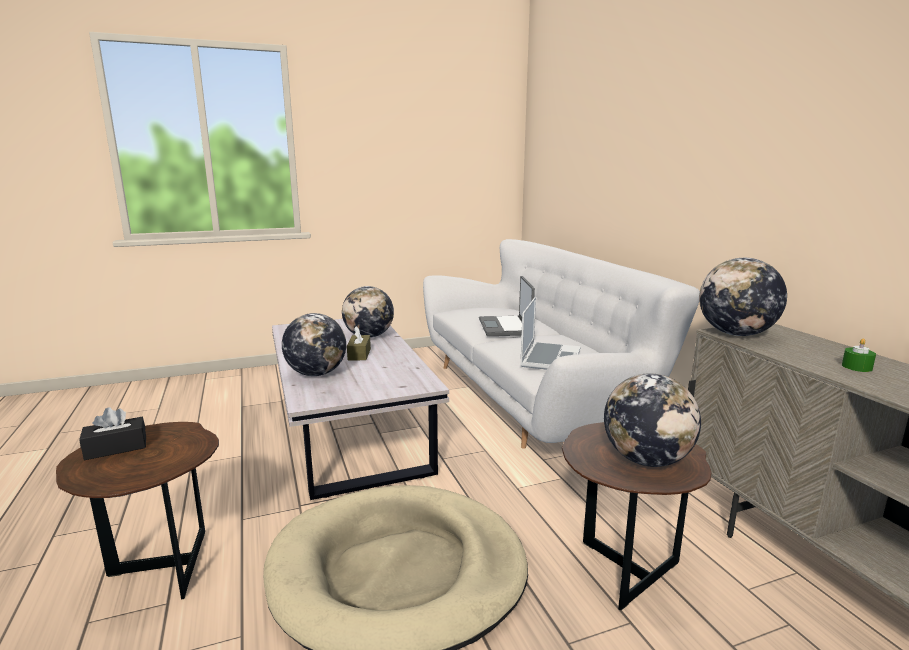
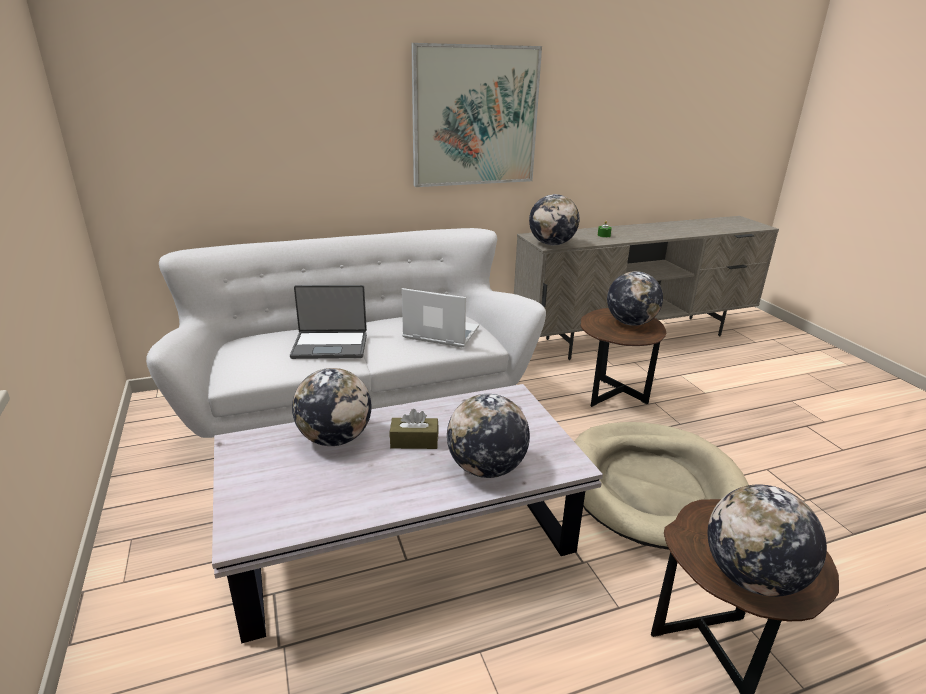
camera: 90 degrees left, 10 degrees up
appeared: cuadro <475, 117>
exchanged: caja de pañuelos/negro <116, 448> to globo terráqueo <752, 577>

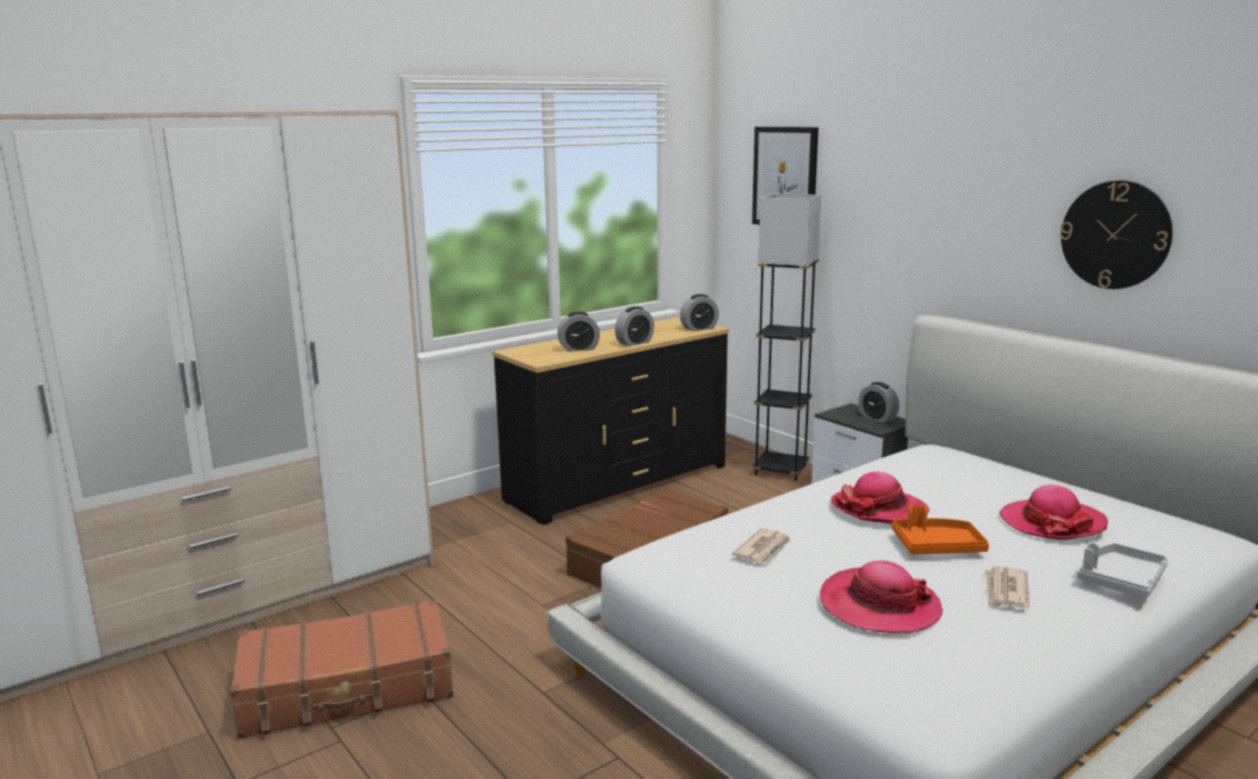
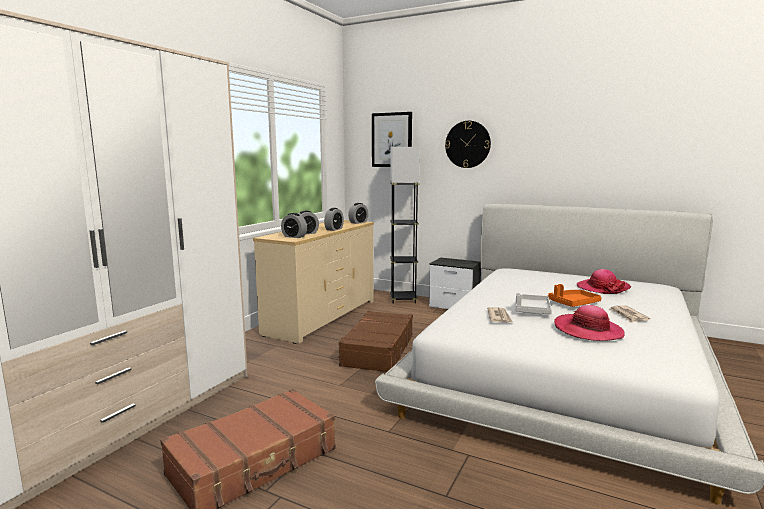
camera: 25 degrees left, 5 degrees down
missing: sombrero <879, 509>
relocated: reloj de pared <1115, 235> to <467, 144>; despertador <877, 418> to <294, 236>; bandeja/gris <1120, 580> to <532, 310>
colour: cómoda/negro <617, 483> to cómoda/beis <321, 317>

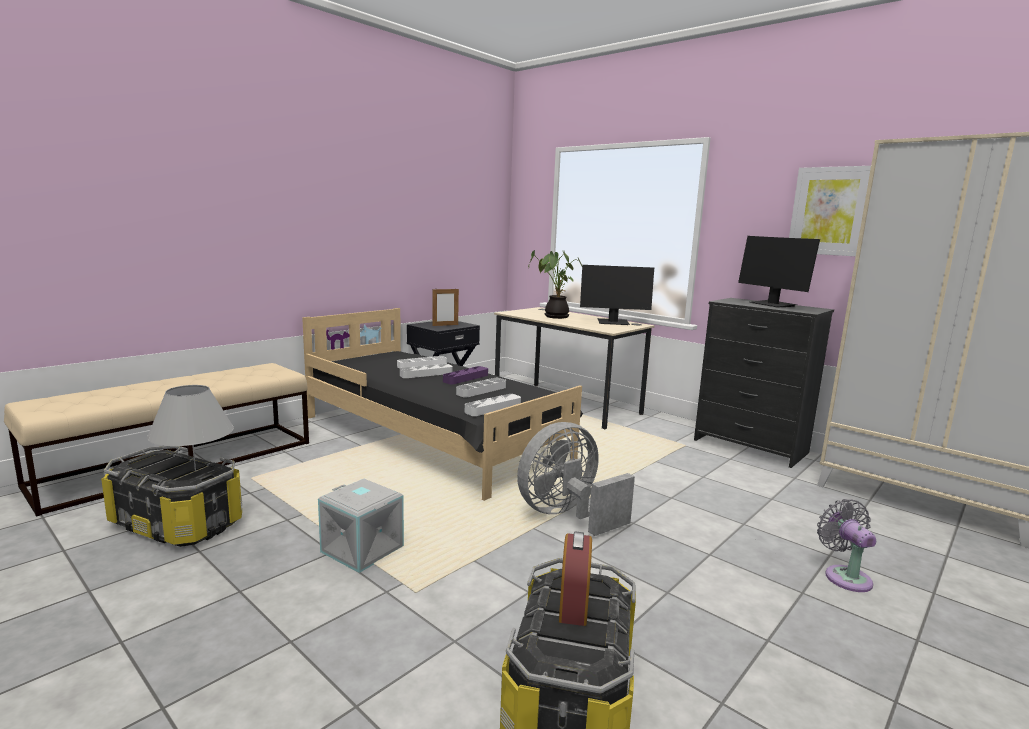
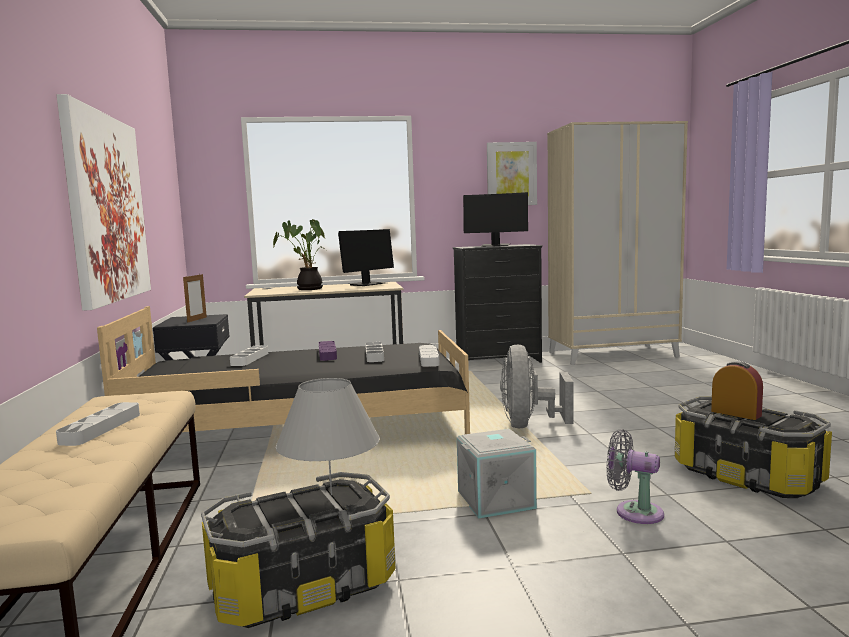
camera: 50 degrees left, 5 degrees down
appeared: cuadro <106, 208>
relocated: bandeja/gris <426, 374> to <101, 428>; ventilador/gris <845, 576> to <634, 512>

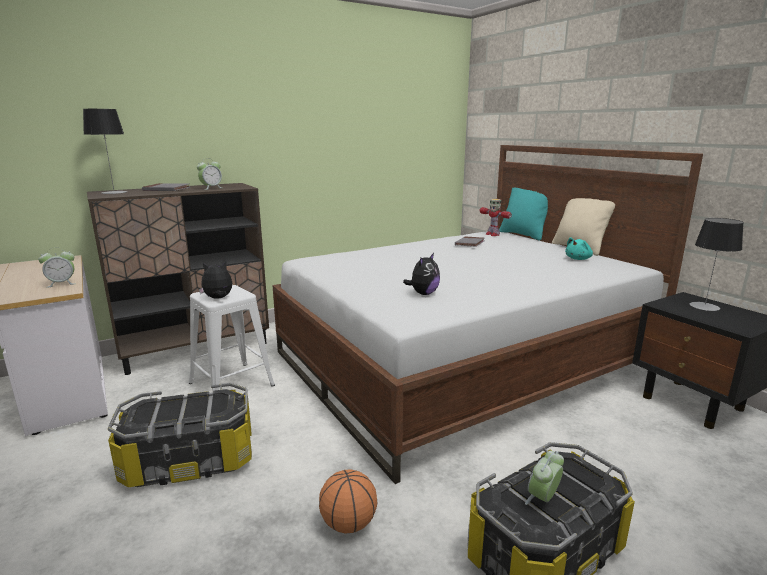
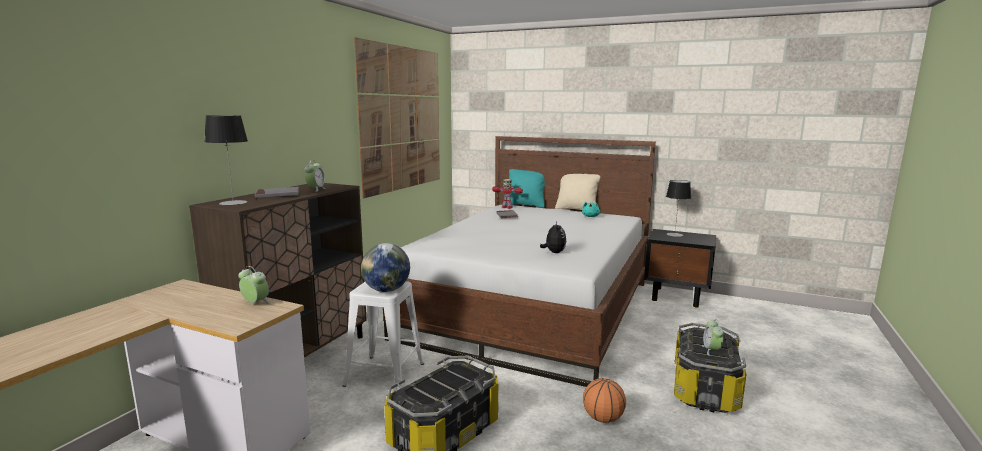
camera: 35 degrees left, 5 degrees down
appeared: cuadro <402, 119>
exchanged: peluche <218, 298> to globo terráqueo <386, 290>
spun: despertador <62, 283> = <255, 303> 90 degrees counterclockwise

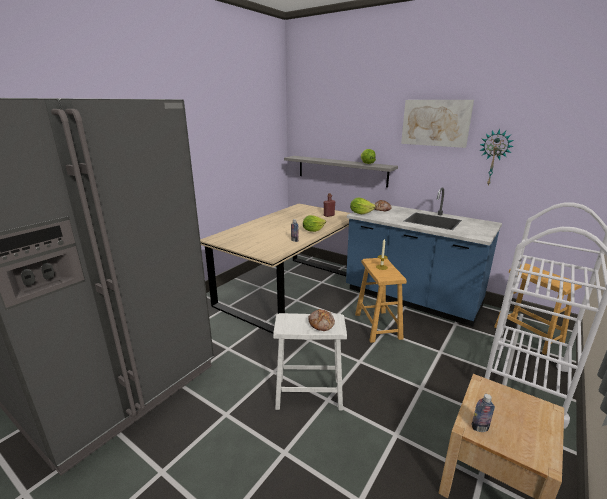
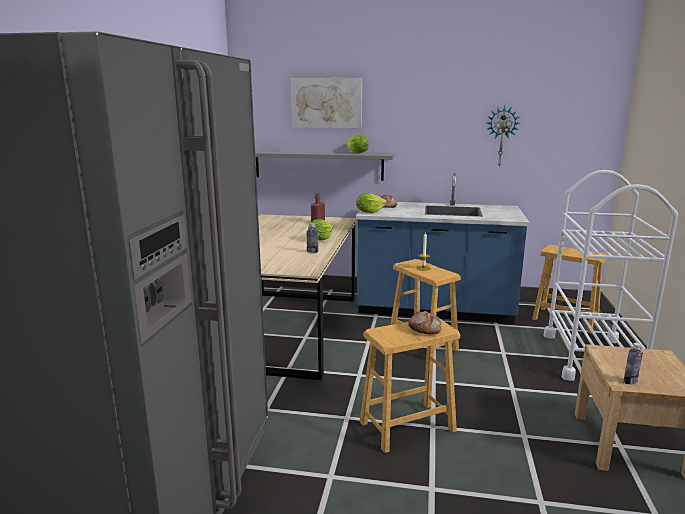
camera: 25 degrees left, 5 degrees down
relocated: cuadro <435, 123> to <326, 103>
colour: taburete/blanco <309, 393> to taburete/marrón <407, 426>

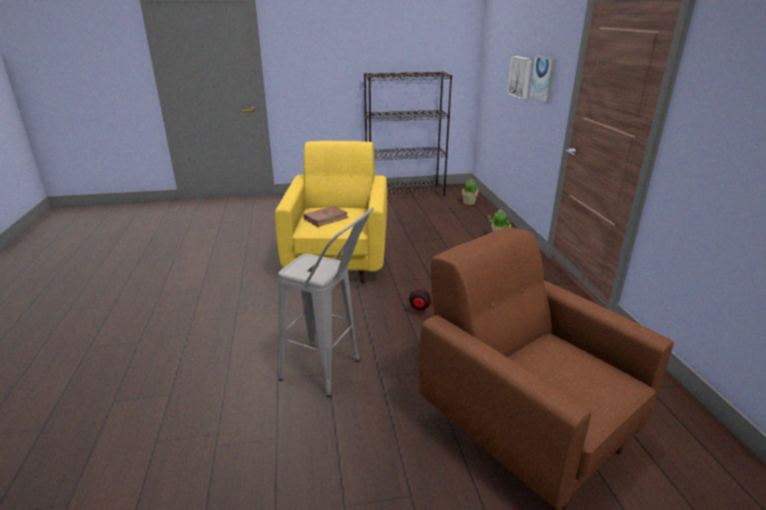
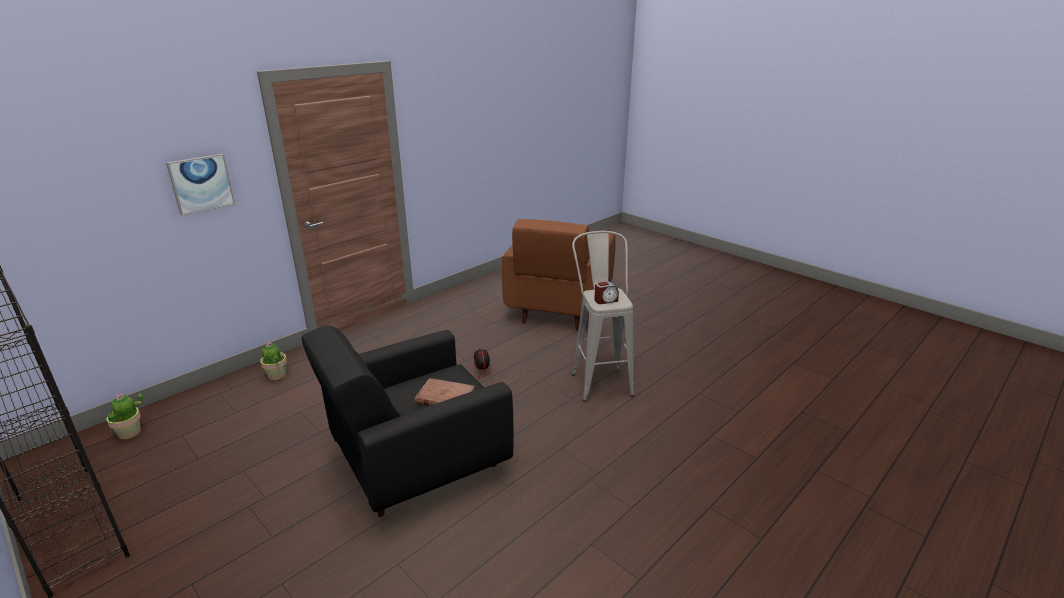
camera: 125 degrees left, 0 degrees up
missing: cuadro <521, 77>
appeared: despertador <605, 300>
colour: sillón/amarillo <339, 259> to sillón/negro <417, 466>

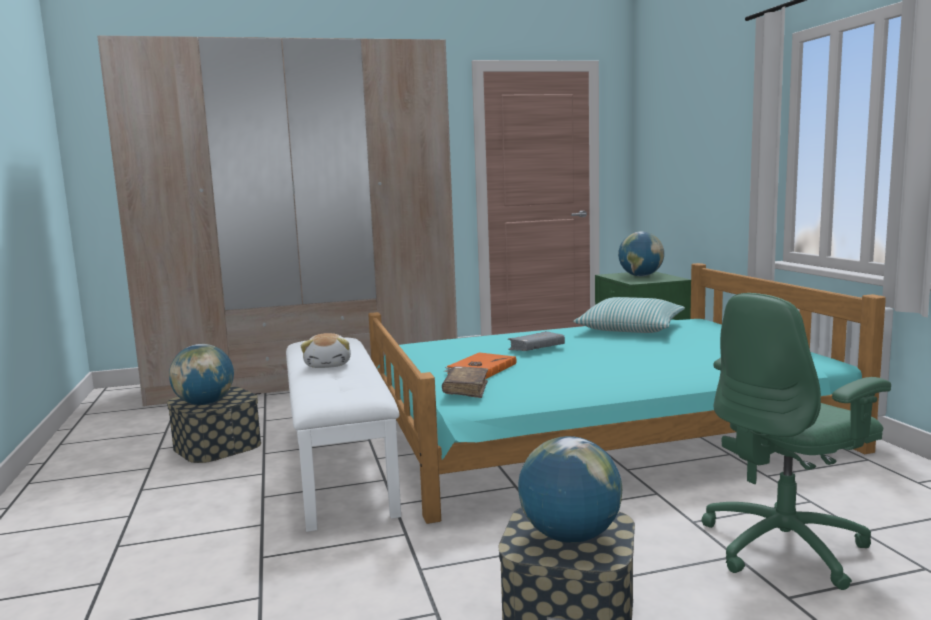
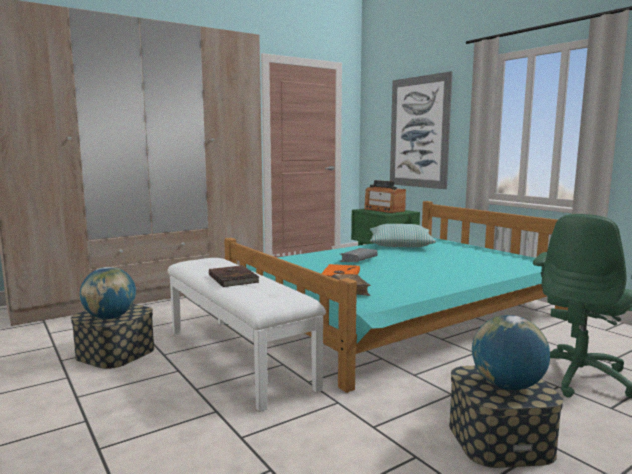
camera: 20 degrees left, 0 degrees up
appeared: cuadro <419, 132>
exchanged: globo terráqueo <641, 276> to radio <384, 210>; peluche <329, 365> to libro/marrón <234, 278>

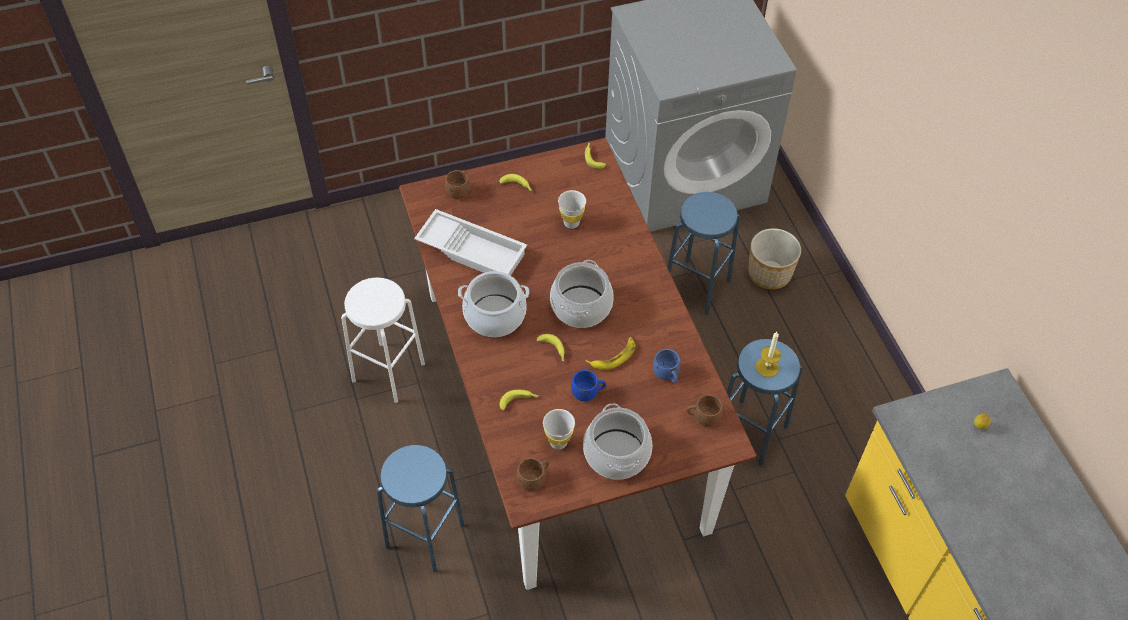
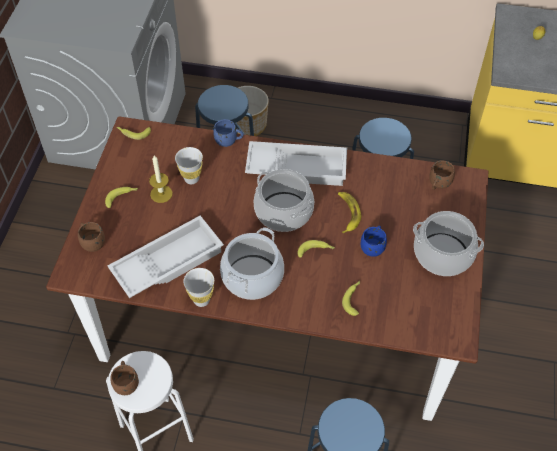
camera: 60 degrees left, 0 degrees up
appeared: bandeja/blanco <297, 167>
relocated: vela <767, 367> to <161, 194>; taza grande/azul <667, 375> to <229, 141>; taza/blanco <558, 442> to <201, 300>; taza grande/marrón <534, 479> to <126, 382>

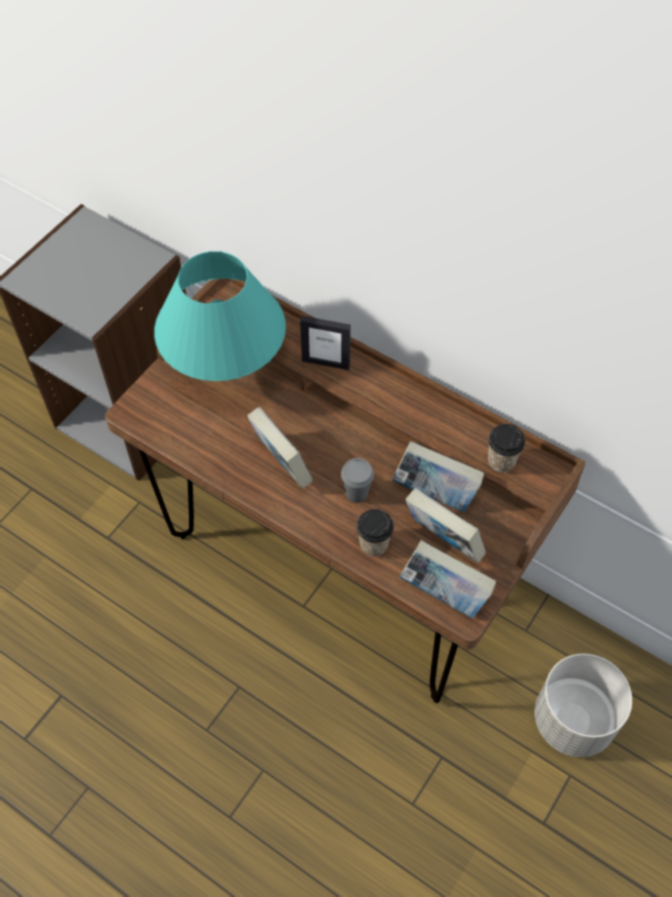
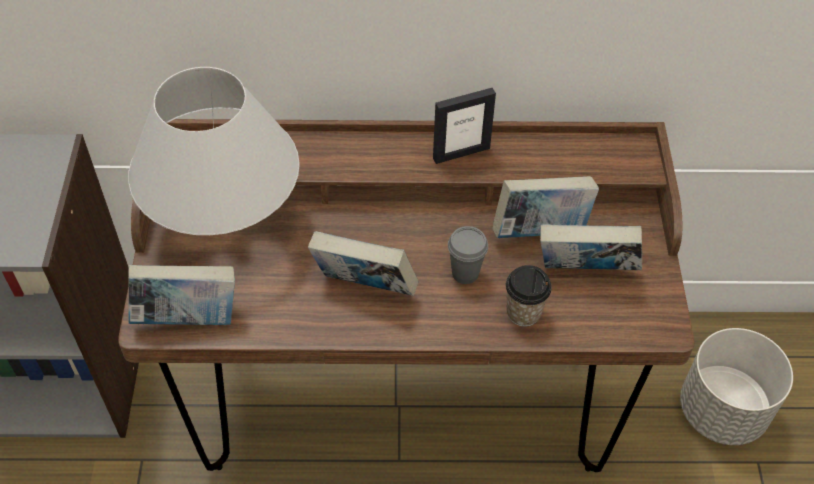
camera: 35 degrees left, 5 degrees down
missing: taza <501, 461>
relocated: portarretratos <326, 362> to <461, 153>; libro <444, 594> to <187, 319>
colour: lámpara de mesa/turquesa <226, 370> to lámpara de mesa/blanco <226, 225>

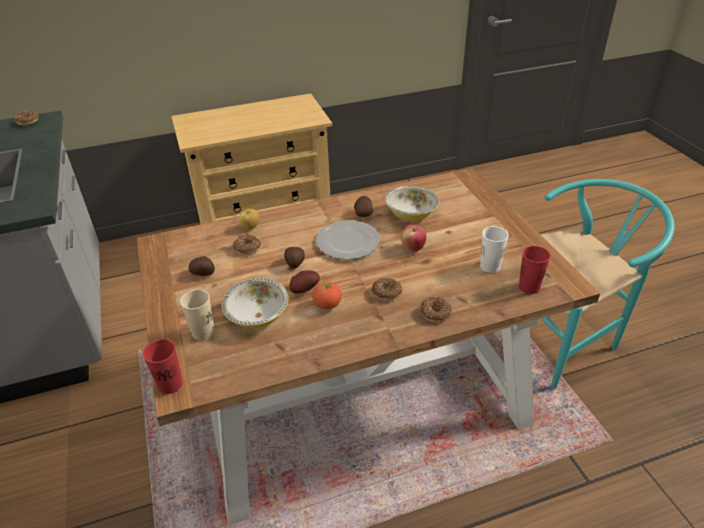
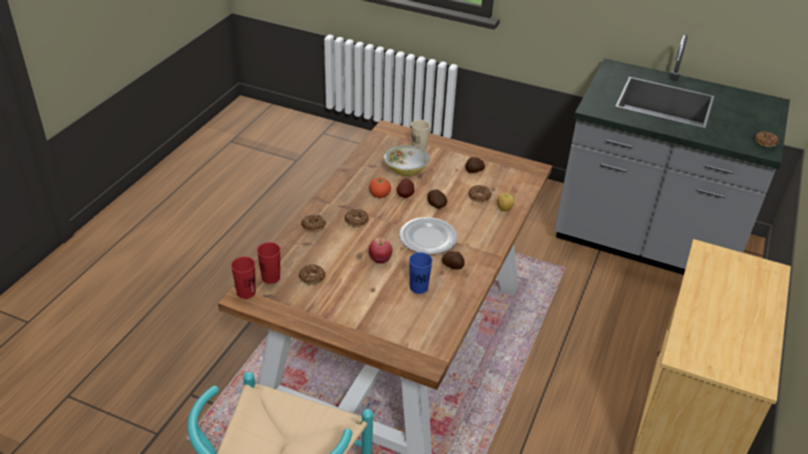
camera: 130 degrees right, 0 degrees up
relocated: taza/rojo <170, 384> to <246, 292>
exchanged: cuenco <411, 215> to taza/azul <418, 287>; taza/blanco <490, 266> to rosquilla <312, 278>

